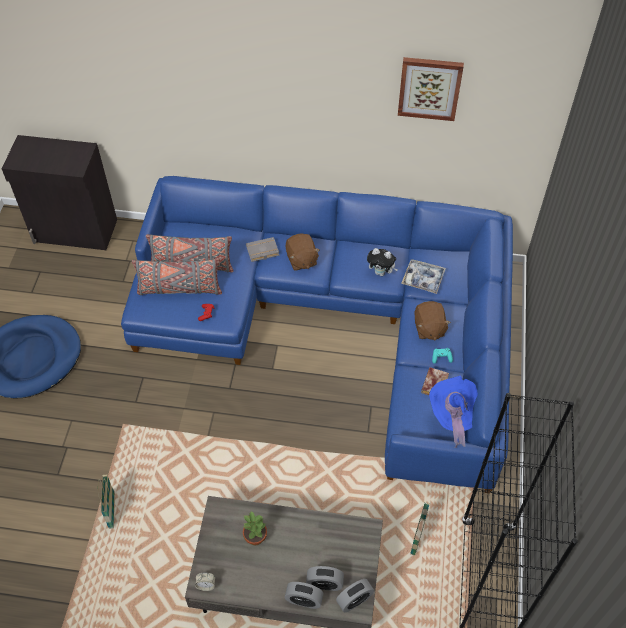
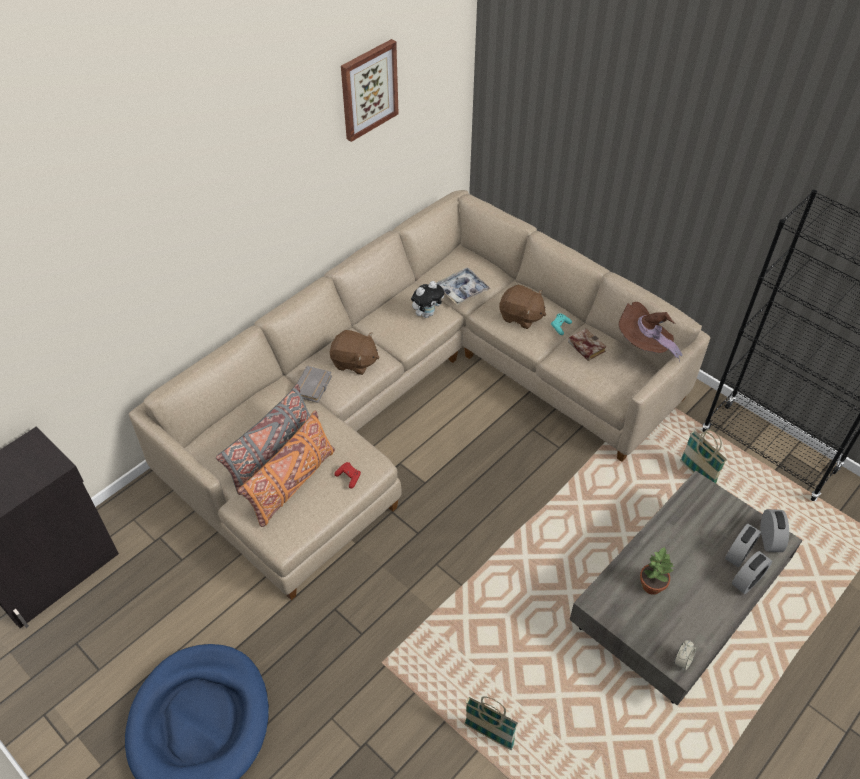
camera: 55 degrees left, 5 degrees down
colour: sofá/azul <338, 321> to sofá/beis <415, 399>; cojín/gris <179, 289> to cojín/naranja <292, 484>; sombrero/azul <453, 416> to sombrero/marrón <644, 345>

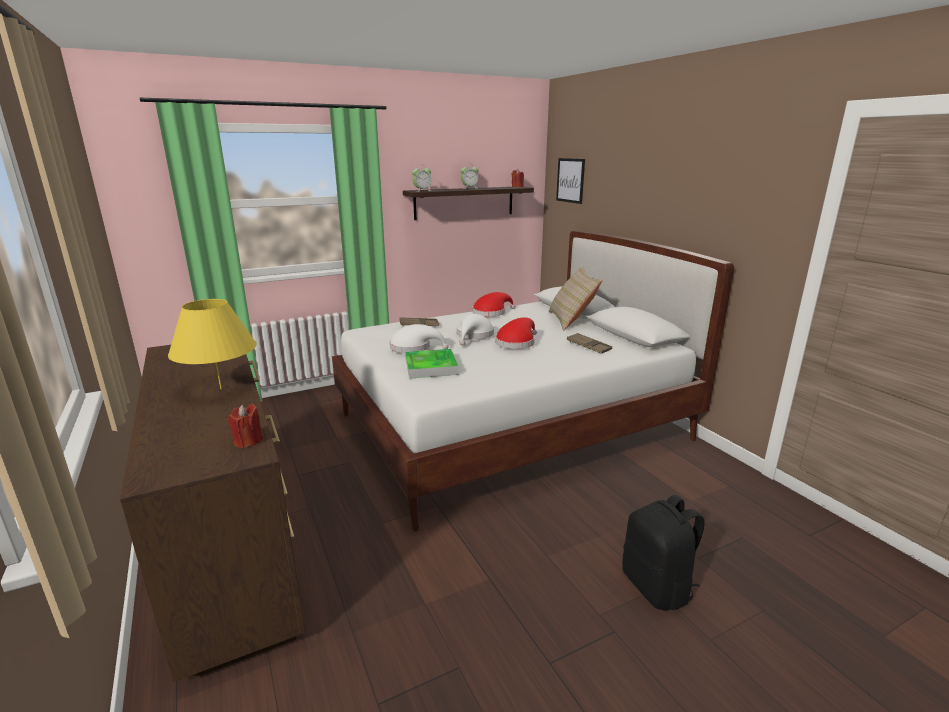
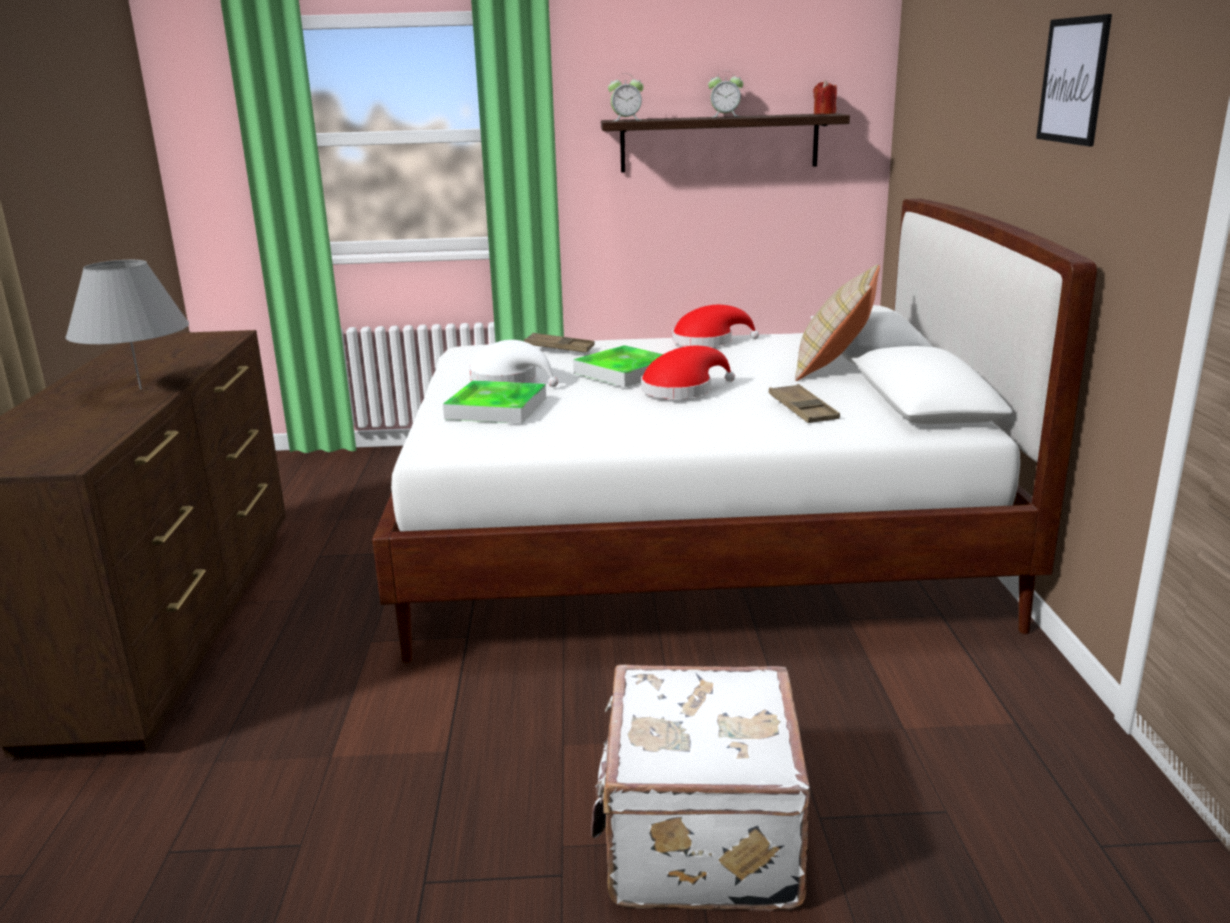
camera: 25 degrees right, 0 degrees up
missing: vela/rojo <248, 441>
relocated: cuadro <570, 180> to <1073, 80>
exchanged: sombrero/blanco <474, 335> to bandeja <624, 372>; mochila/negro <657, 587> to maleta/blanco <698, 838>
colour: lámpara de mesa/amarillo <221, 389> to lámpara de mesa/gris <140, 389>

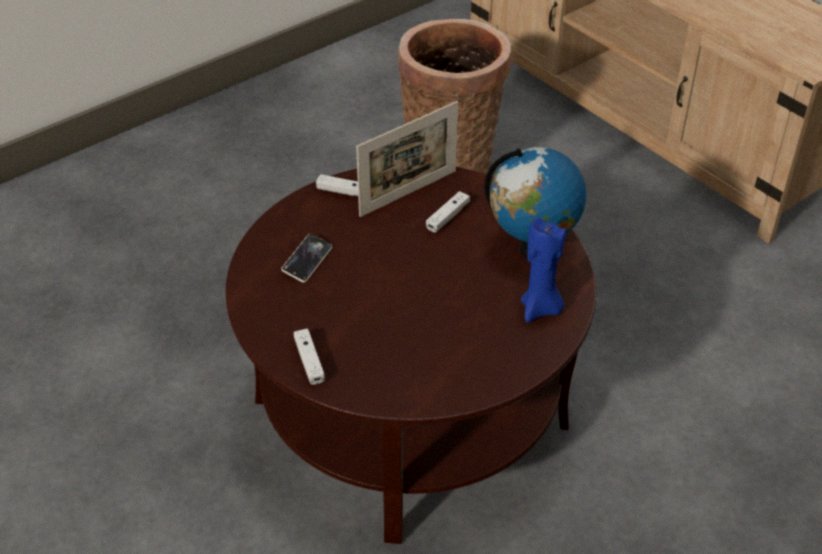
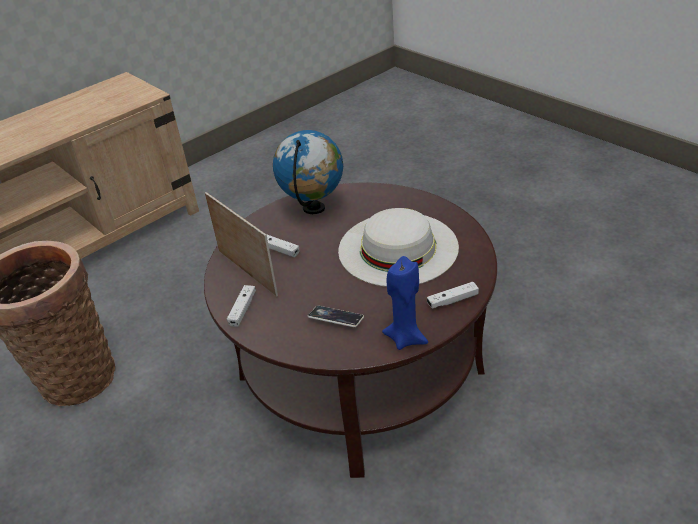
camera: 90 degrees left, 5 degrees down
appeared: sombrero/blanco <398, 248>
relocated: vela/azul <540, 309> to <405, 338>

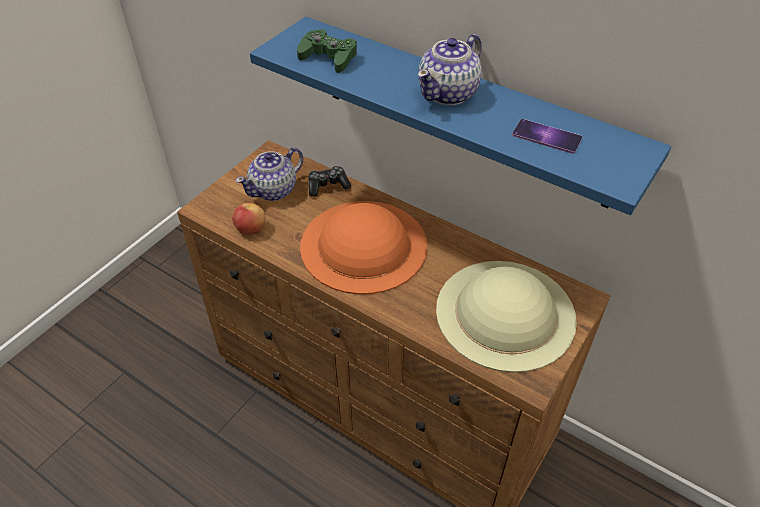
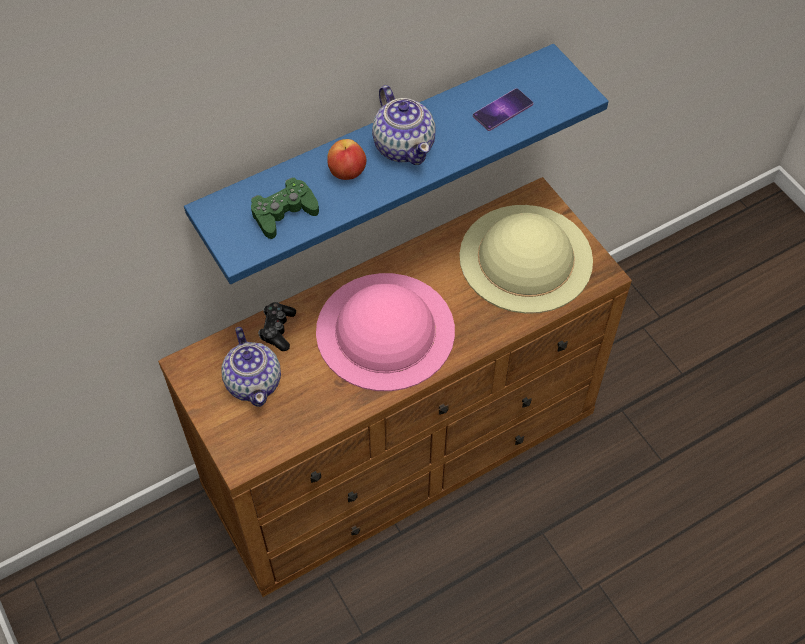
camera: 65 degrees left, 10 degrees up
relocated: manzana <250, 229> to <347, 172>
colour: sombrero/naranja <363, 245> to sombrero/rosa <385, 330>

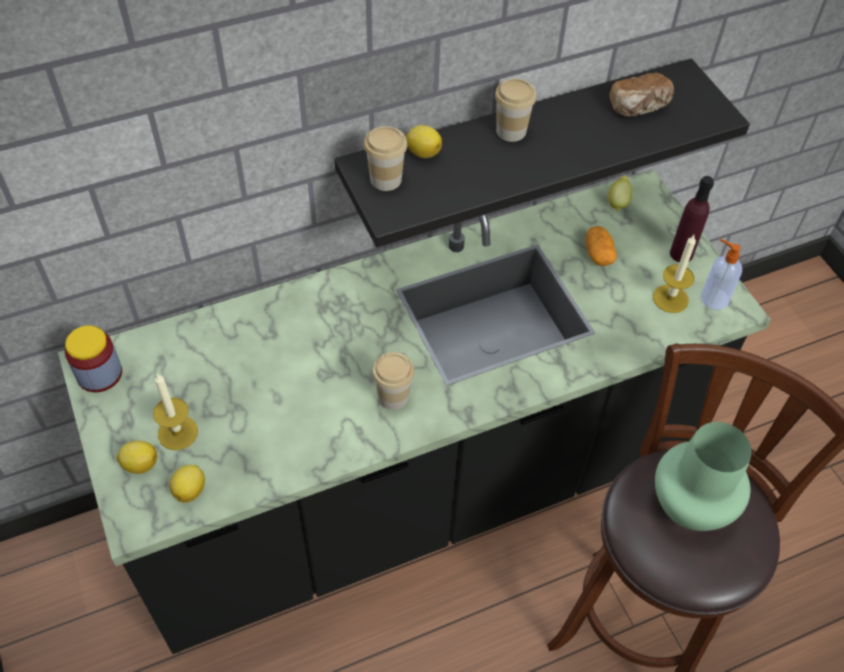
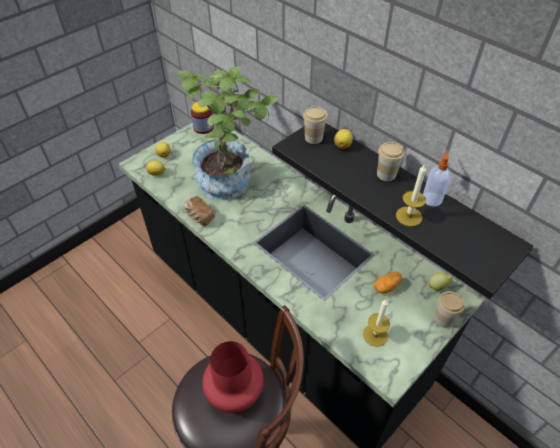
camera: 70 degrees right, 5 degrees down
missing: botella/morado <681, 253>
appeared: planta en maceta <231, 179>
relocated: pan <639, 107> to <199, 217>; dispensador de jabón <713, 298> to <432, 198>; taza <393, 397> to <443, 319>; vela <178, 432> to <409, 216>
colour: florero/verde <692, 506> to florero/rojo <235, 394>

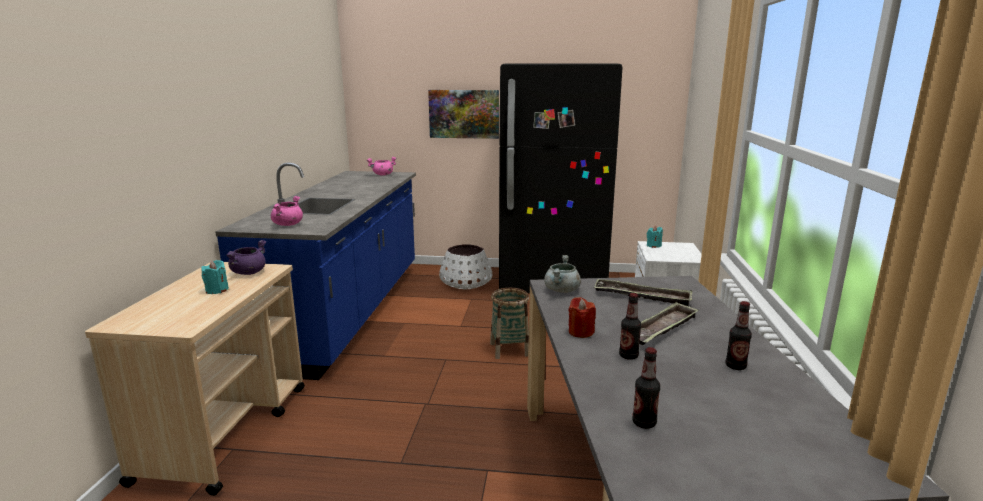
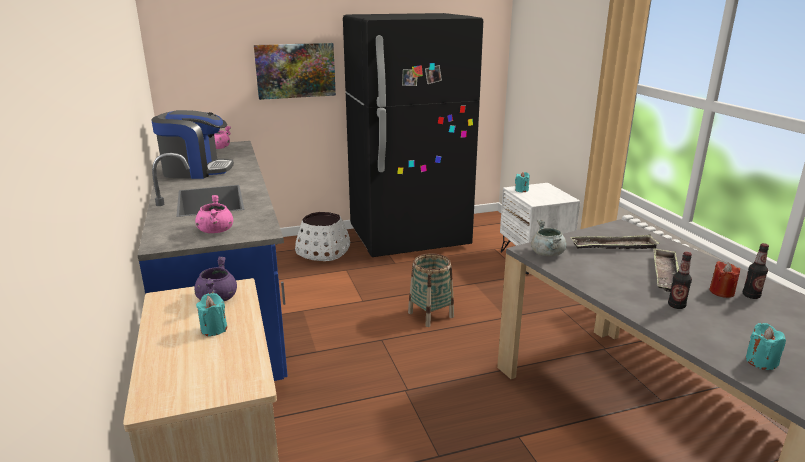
camera: 25 degrees left, 5 degrees up
appeared: cafetera <196, 170>
relocated: vela/rojo <580, 332> to <721, 292>
exchanged: botella <644, 423> to vela/turquesa <761, 361>

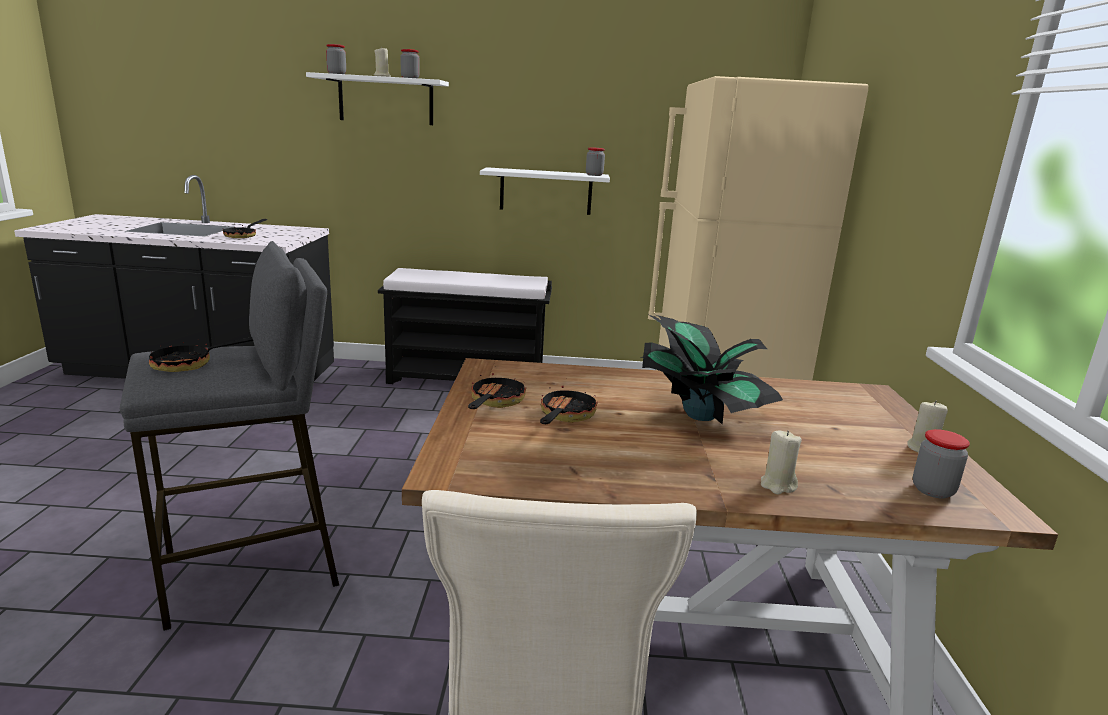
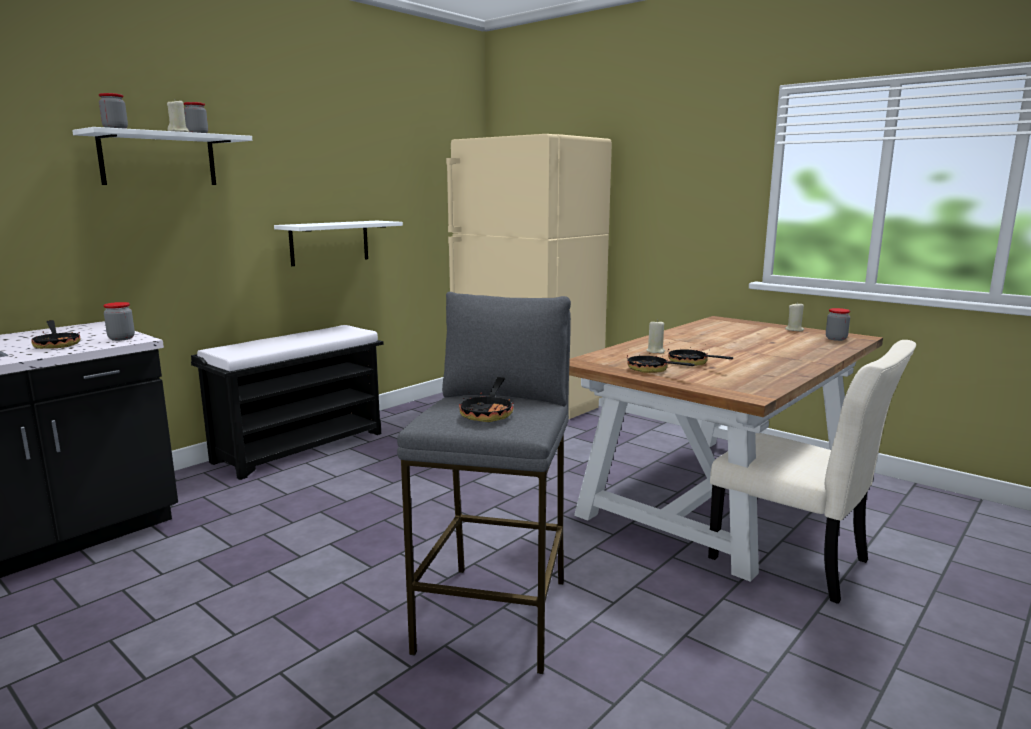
camera: 50 degrees left, 5 degrees down
missing: planta en maceta <700, 414>
relocated: tarro <594, 175> to <121, 338>; vela/beis <777, 485> to <655, 351>

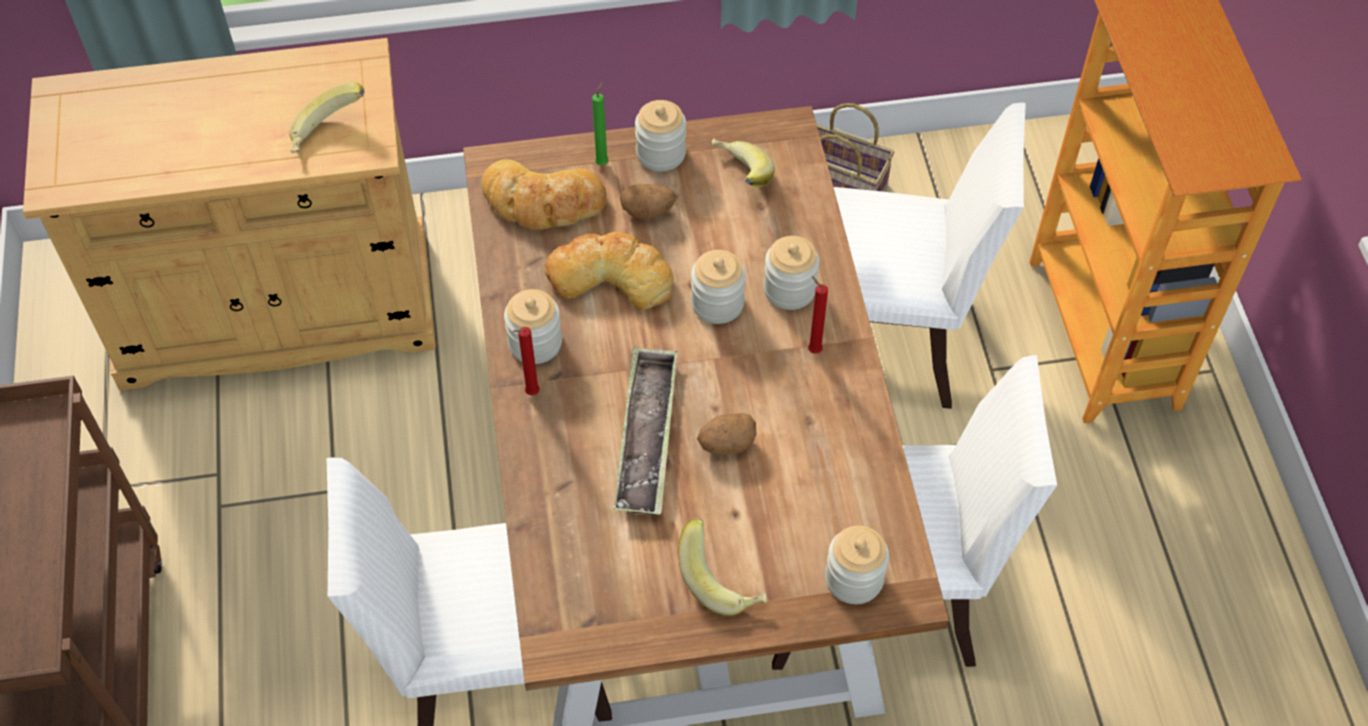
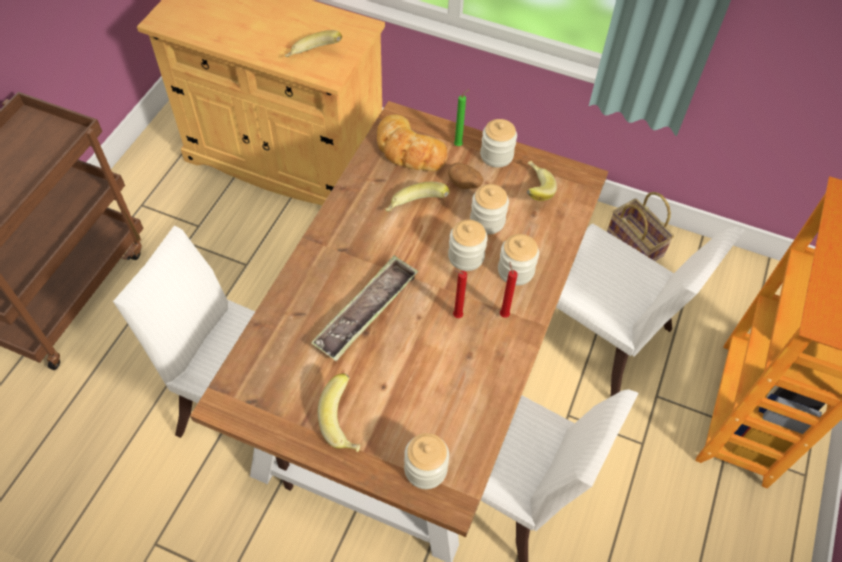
camera: 30 degrees right, 0 degrees up
missing: patata <726, 444>
relocated: tarro <535, 343> to <487, 221>; vela/rojo <530, 393> to <456, 316>
exchanged: pan <610, 275> to plátano <416, 209>

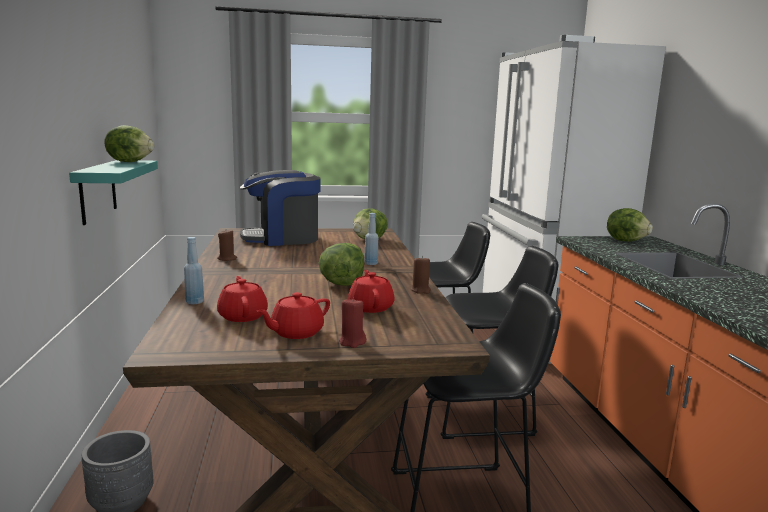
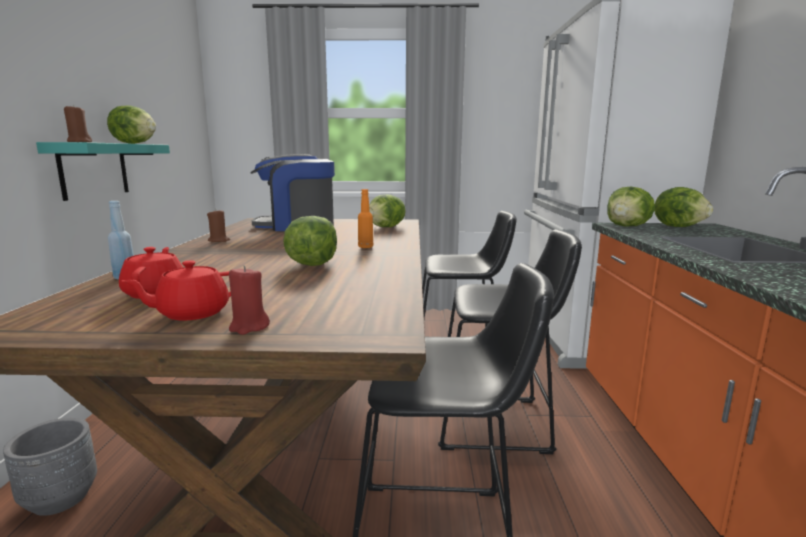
camera: 10 degrees right, 0 degrees up
missing: tetera/rojo <371, 307>
appeared: lechuga <627, 226>
relocated: vela/marrón <420, 290> to <79, 142>
colour: botella/azul <371, 263> to botella/naranja <365, 247>

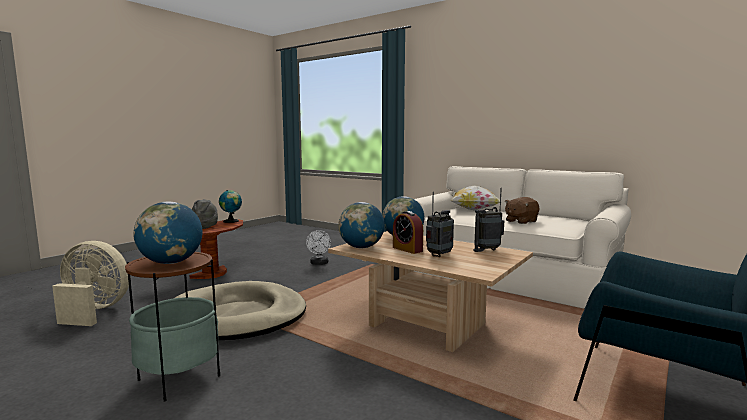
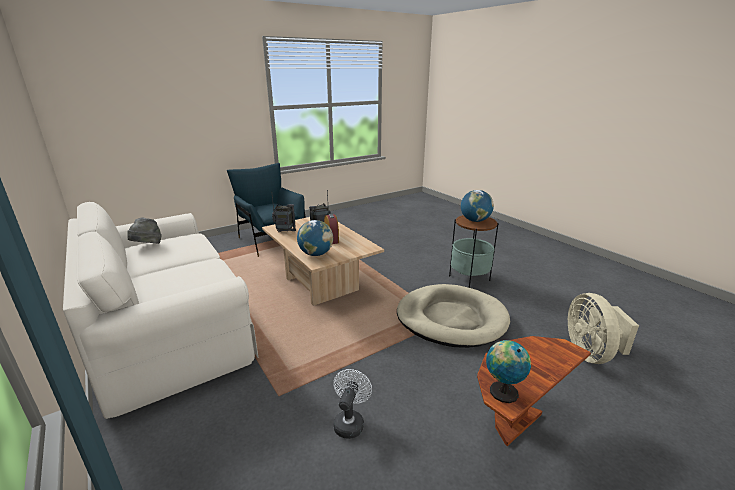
camera: 160 degrees left, 15 degrees up
missing: cojín <474, 210>; peluche/marrón <520, 221>; globo terráqueo <361, 247>
relocated: sombrero/gris <205, 226> to <147, 246>
spun: ventilador/beis <93, 311> = <591, 353> 60 degrees clockwise

